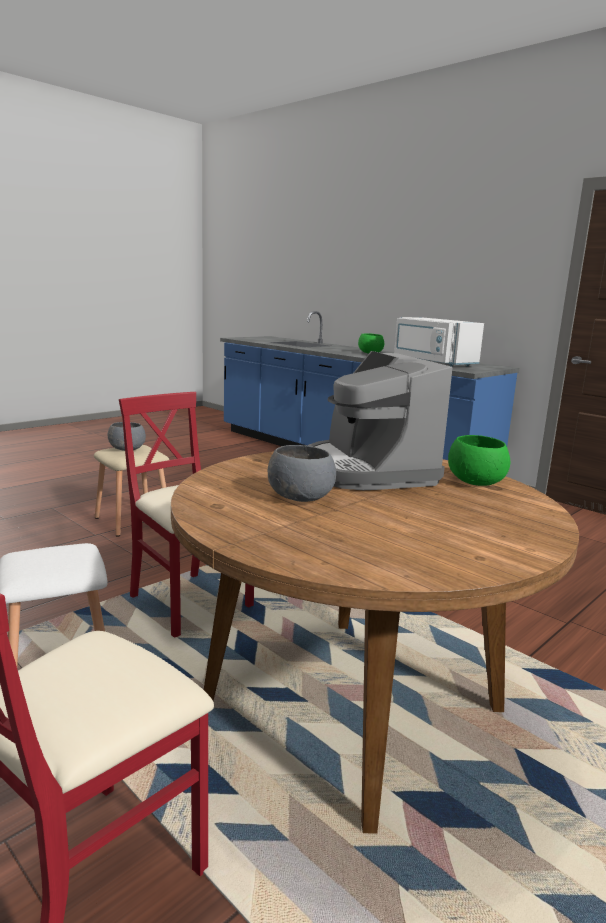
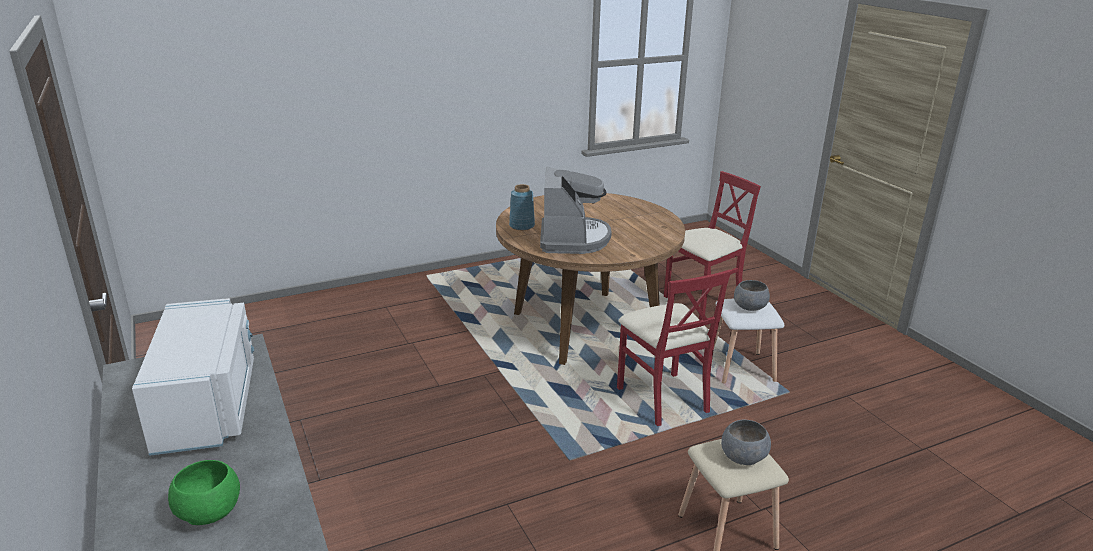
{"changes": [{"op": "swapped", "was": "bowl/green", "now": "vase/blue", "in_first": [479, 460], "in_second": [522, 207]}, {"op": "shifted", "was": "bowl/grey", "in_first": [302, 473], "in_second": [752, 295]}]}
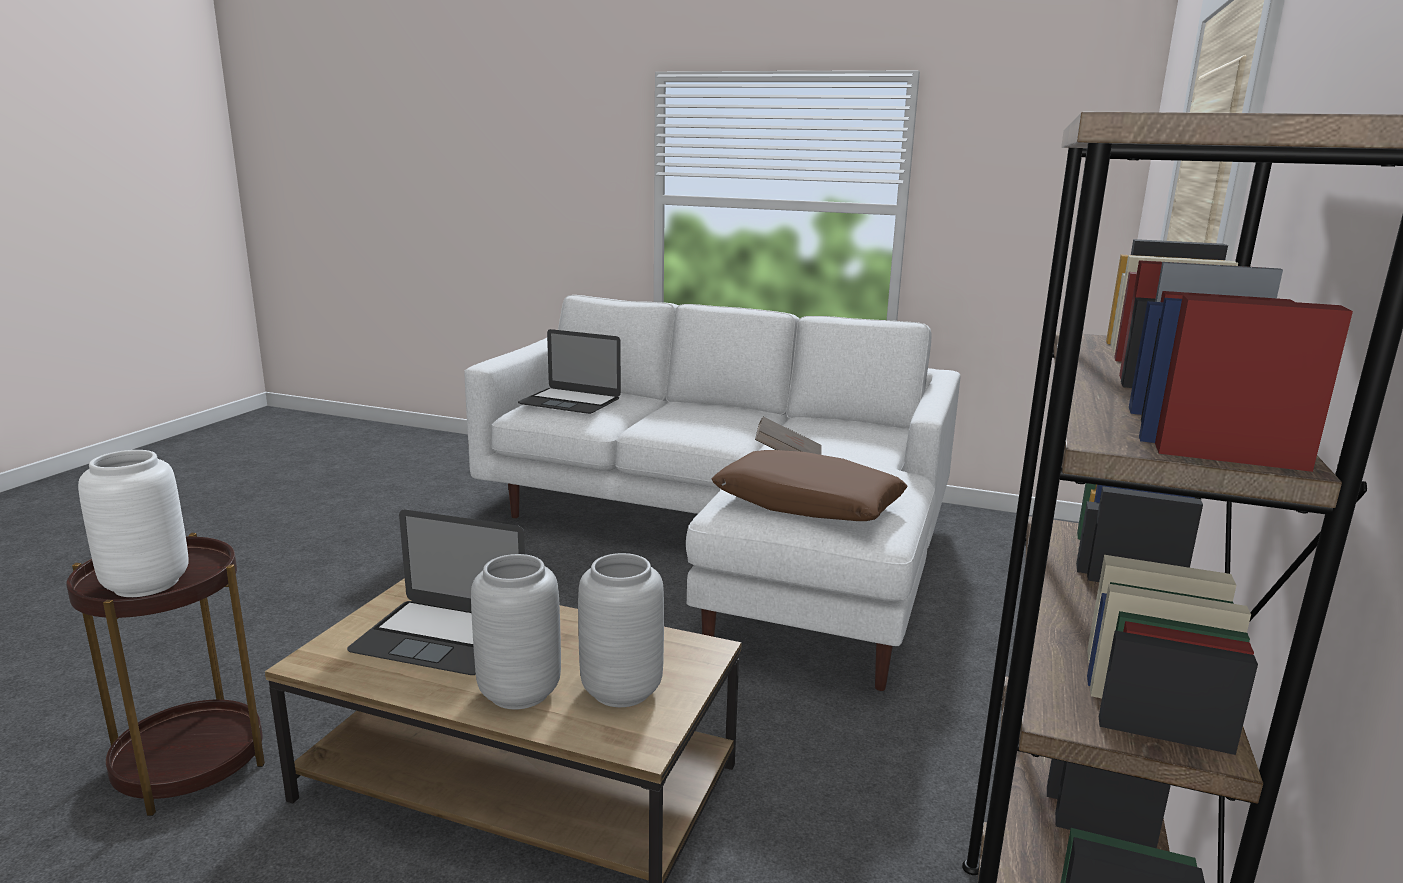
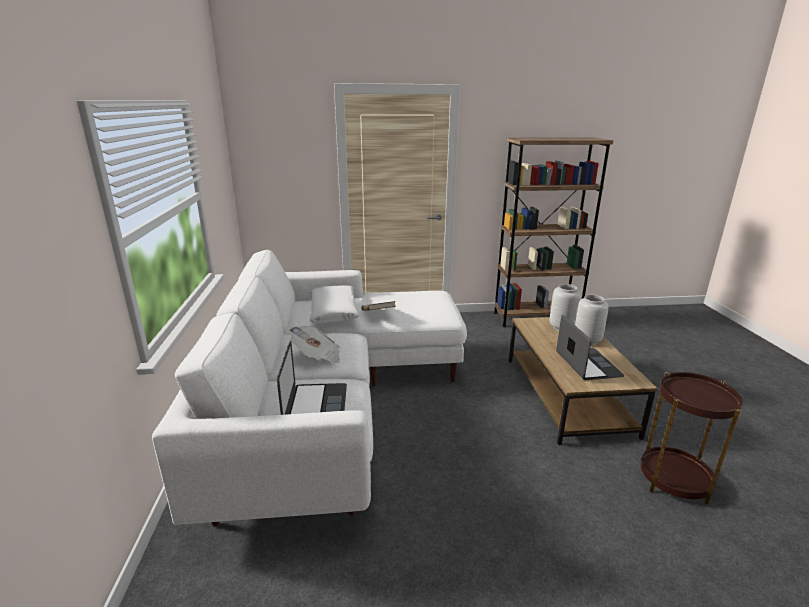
{"changes": [{"op": "gone", "was": "vase/white", "in_first": [133, 523]}, {"op": "gone", "was": "pillow/brown", "in_first": [810, 485]}, {"op": "new", "now": "pillow/white", "in_second": [334, 304]}, {"op": "new", "now": "newspaper", "in_second": [314, 344]}]}
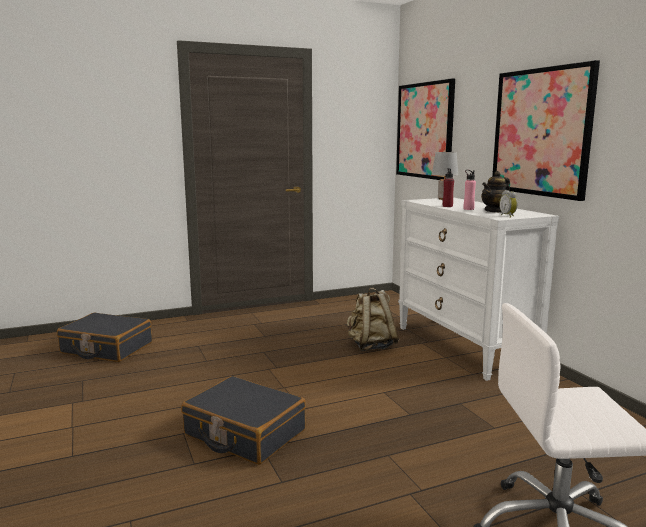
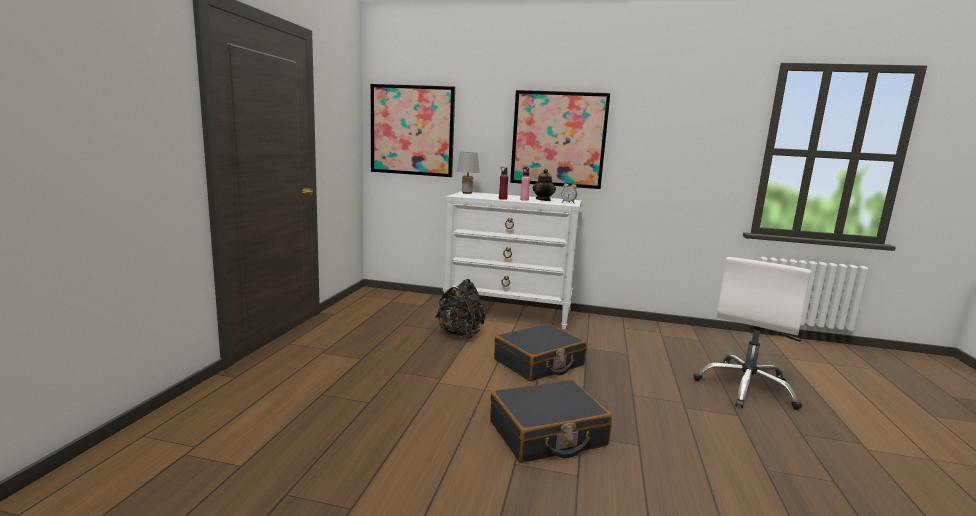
{"changes": [{"op": "repainted", "was": "backpack/beige", "now": "backpack/black", "in_first": [373, 319], "in_second": [460, 309]}, {"op": "shifted", "was": "suitcase/black", "in_first": [104, 337], "in_second": [540, 352]}]}
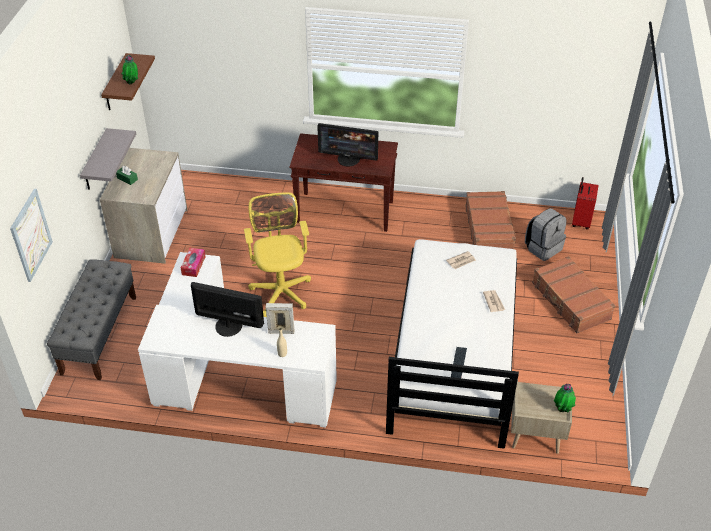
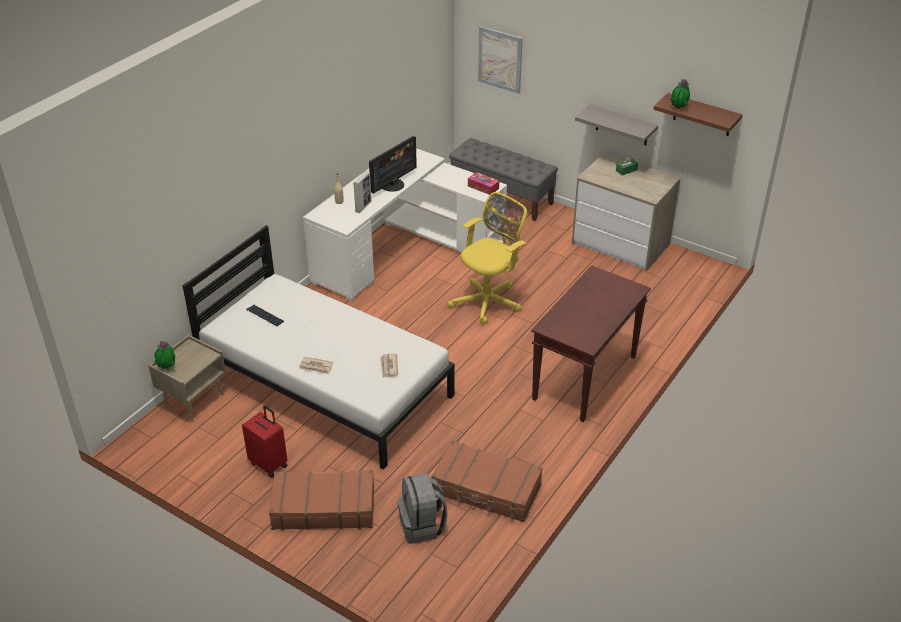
{"changes": [{"op": "gone", "was": "monitor", "in_first": [347, 145]}, {"op": "shifted", "was": "suitcase/red", "in_first": [585, 203], "in_second": [265, 442]}, {"op": "rotated", "was": "office chair/yellow", "in_first": [277, 254], "in_second": [487, 258], "clockwise": -60}]}
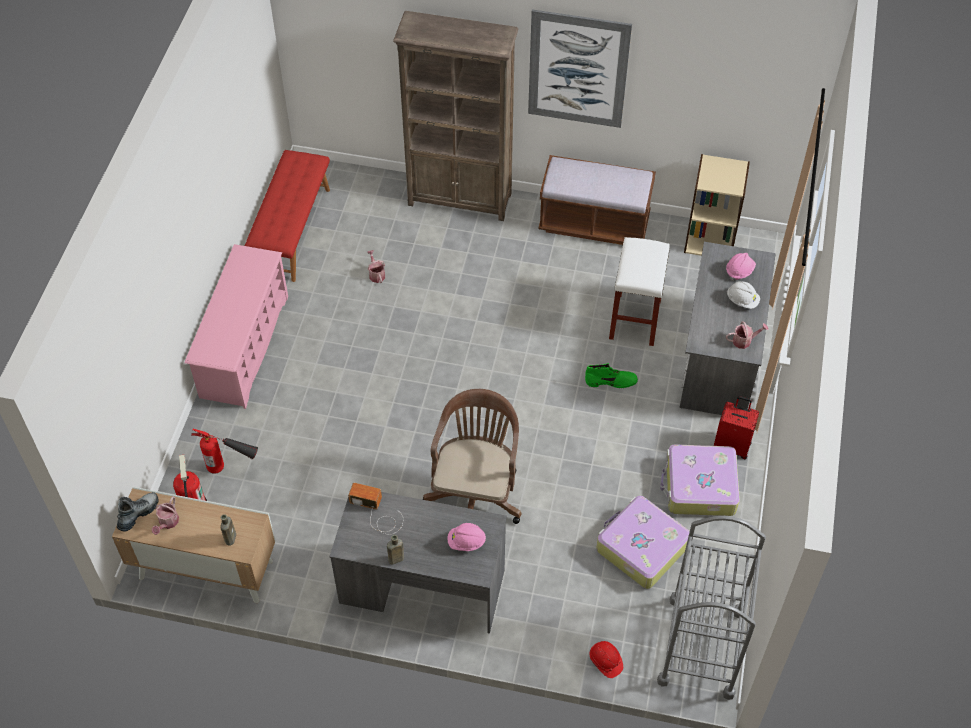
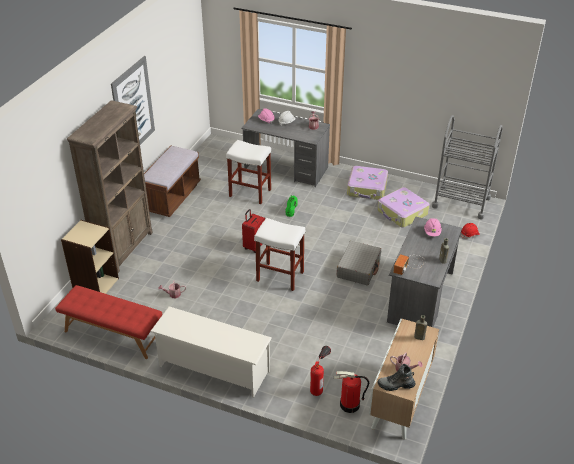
{"changes": [{"op": "shifted", "was": "bookcase/beige", "in_first": [717, 205], "in_second": [90, 257]}, {"op": "repainted", "was": "shoe rack/pink", "now": "shoe rack/white", "in_first": [236, 326], "in_second": [211, 352]}, {"op": "swapped", "was": "office chair/brown", "now": "suitcase/grey", "in_first": [472, 456], "in_second": [359, 263]}, {"op": "shifted", "was": "suitcase/red", "in_first": [736, 427], "in_second": [253, 231]}, {"op": "rotated", "was": "boot", "in_first": [138, 511], "in_second": [396, 377], "clockwise": -45}, {"op": "new", "now": "stool/white", "in_second": [279, 254]}]}
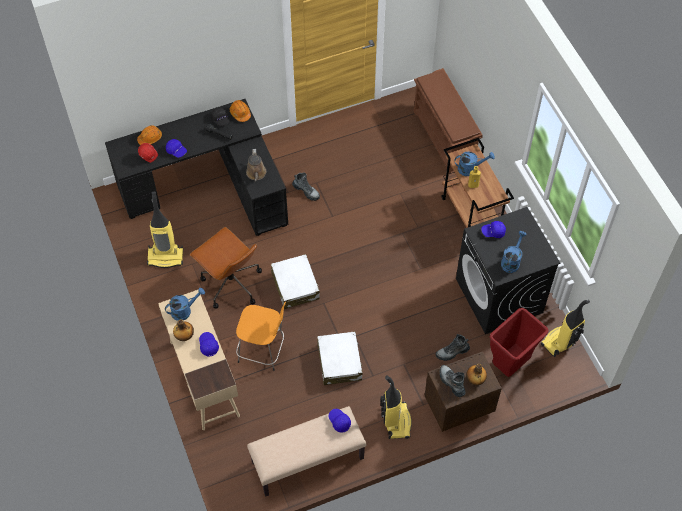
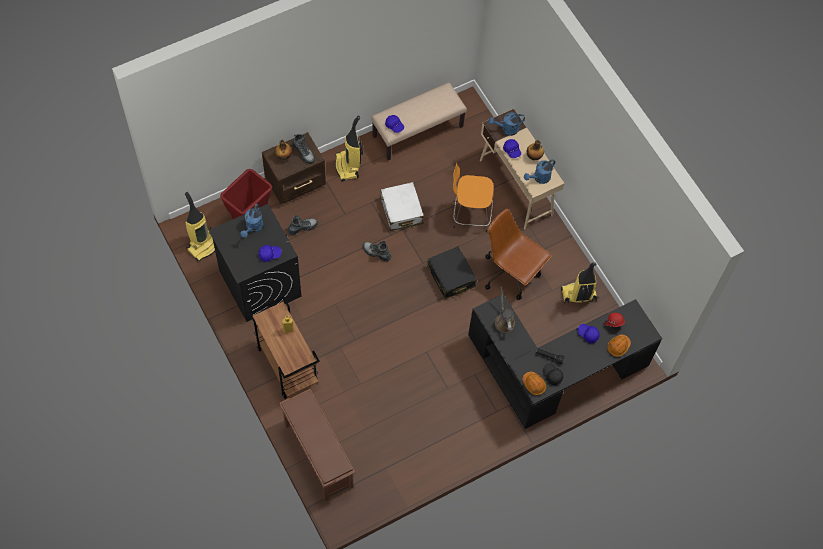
{"changes": [{"op": "shifted", "was": "watering can/blue", "in_first": [474, 164], "in_second": [506, 124]}, {"op": "shifted", "was": "boot", "in_first": [306, 187], "in_second": [377, 251]}, {"op": "repainted", "was": "suitcase/white", "now": "suitcase/black", "in_first": [295, 281], "in_second": [452, 272]}]}
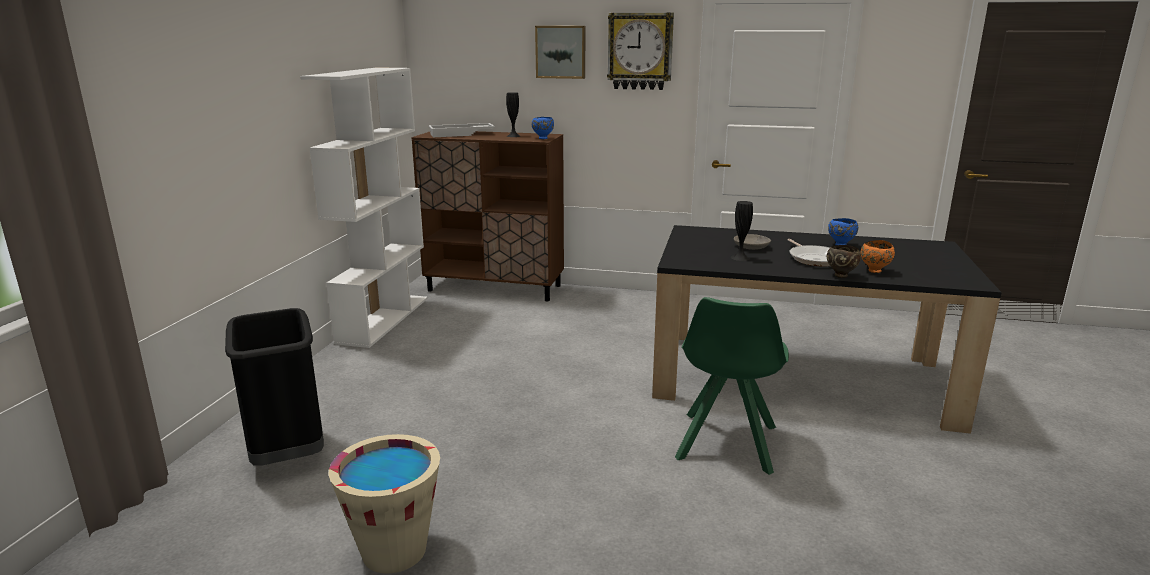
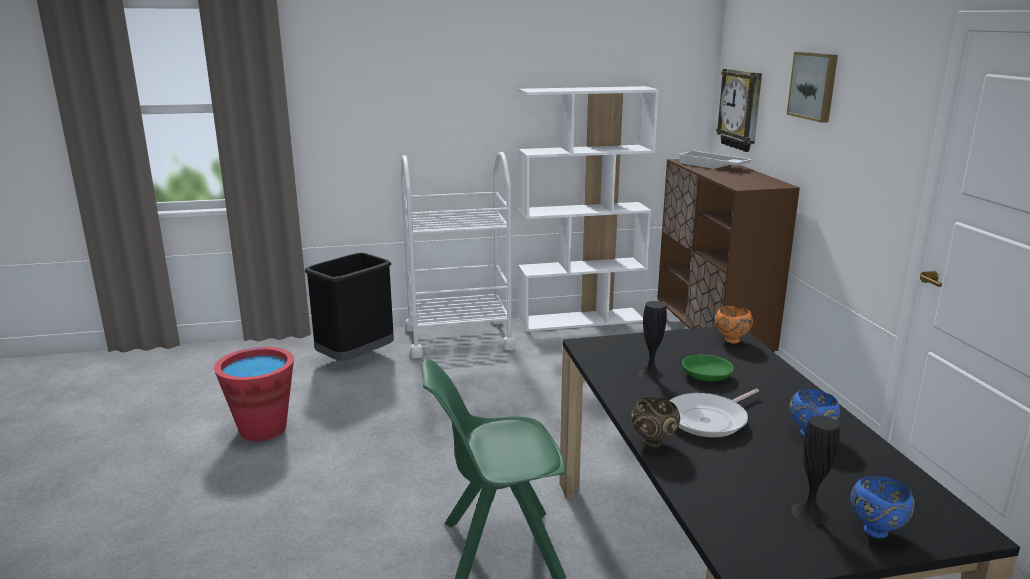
{"changes": [{"op": "shifted", "was": "wall clock", "in_first": [640, 51], "in_second": [739, 110]}, {"op": "shifted", "was": "vase/black", "in_first": [513, 114], "in_second": [815, 470]}, {"op": "shifted", "was": "bowl/blue", "in_first": [543, 128], "in_second": [882, 507]}, {"op": "repainted", "was": "bowl/grey", "now": "bowl/green", "in_first": [752, 242], "in_second": [708, 367]}, {"op": "shifted", "was": "bowl/orange", "in_first": [878, 256], "in_second": [734, 324]}, {"op": "repainted", "was": "bucket/beige", "now": "bucket/red", "in_first": [384, 504], "in_second": [254, 394]}, {"op": "new", "now": "cart/white", "in_second": [458, 255]}]}
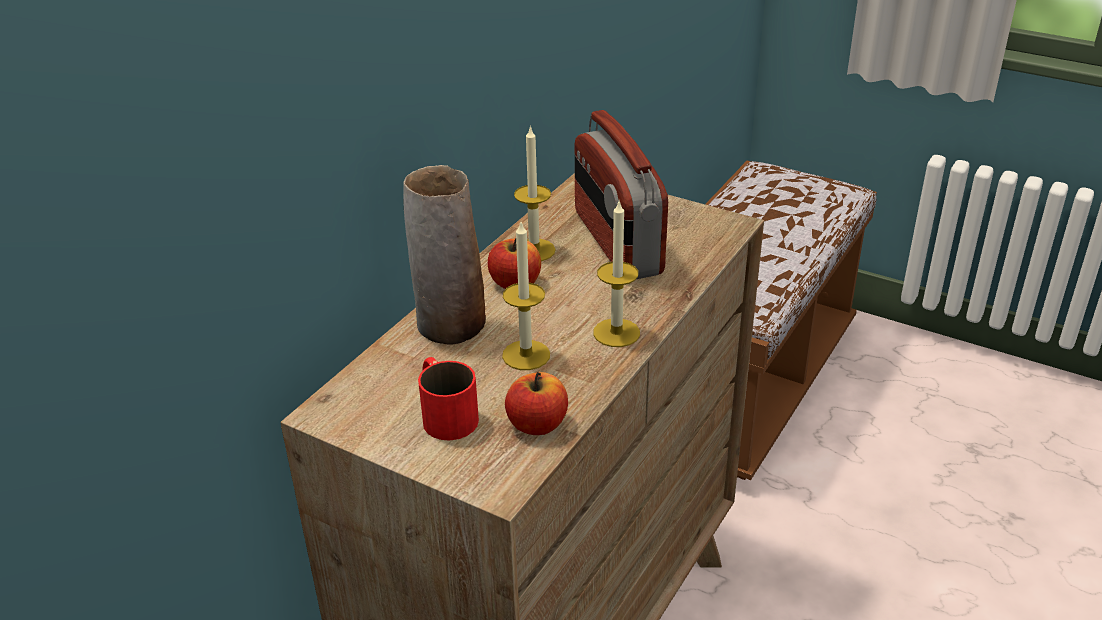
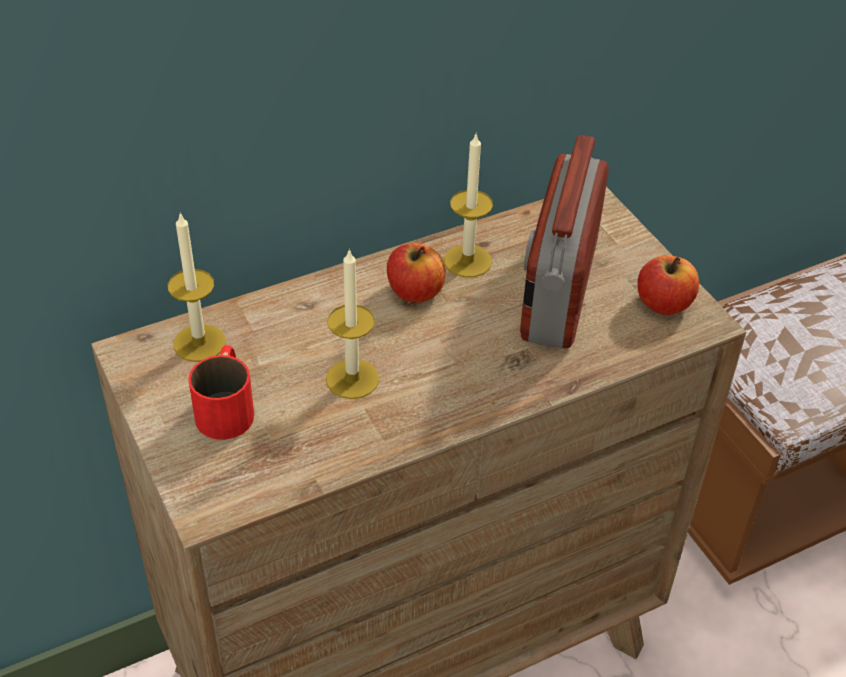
{"changes": [{"op": "gone", "was": "vase", "in_first": [444, 254]}, {"op": "shifted", "was": "candle", "in_first": [616, 274], "in_second": [197, 287]}, {"op": "shifted", "was": "apple", "in_first": [536, 403], "in_second": [668, 285]}]}
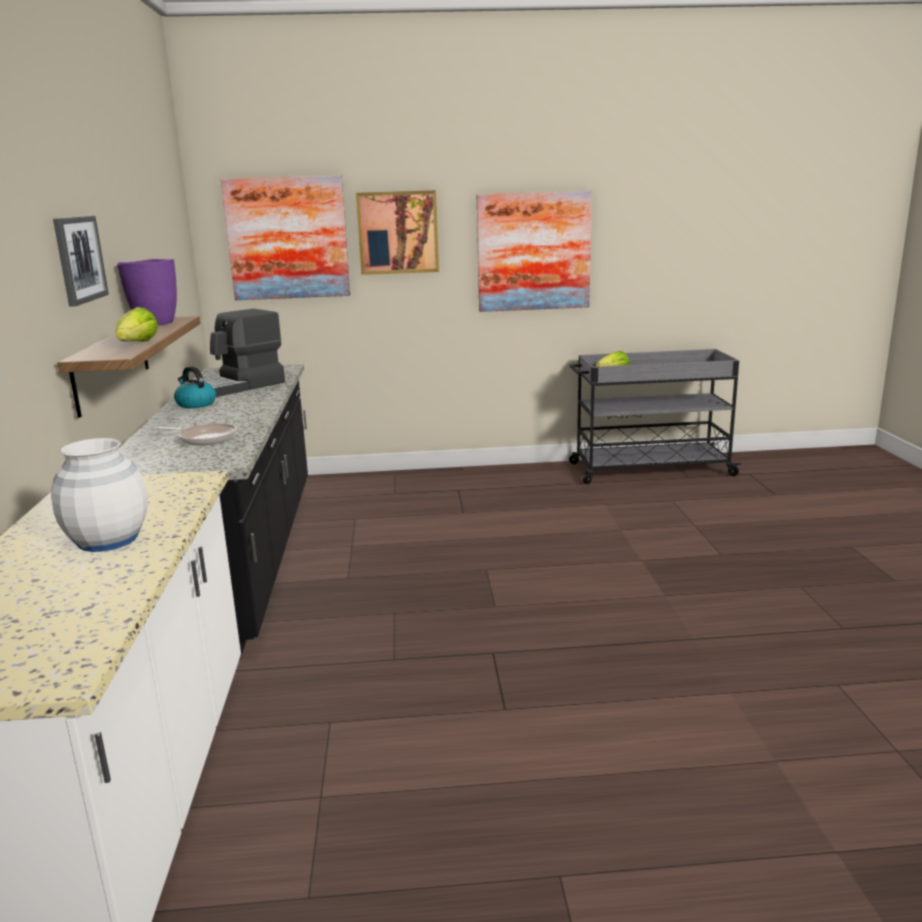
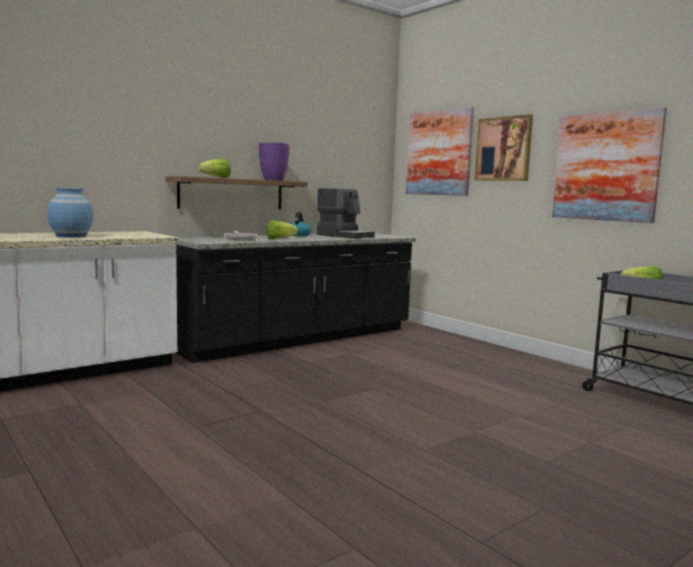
{"changes": [{"op": "gone", "was": "picture", "in_first": [81, 261]}, {"op": "rotated", "was": "coffee machine", "in_first": [244, 352], "in_second": [346, 213], "clockwise": -150}, {"op": "repainted", "was": "vase/white", "now": "vase/blue", "in_first": [99, 495], "in_second": [70, 212]}, {"op": "new", "now": "lettuce", "in_second": [282, 229]}]}
